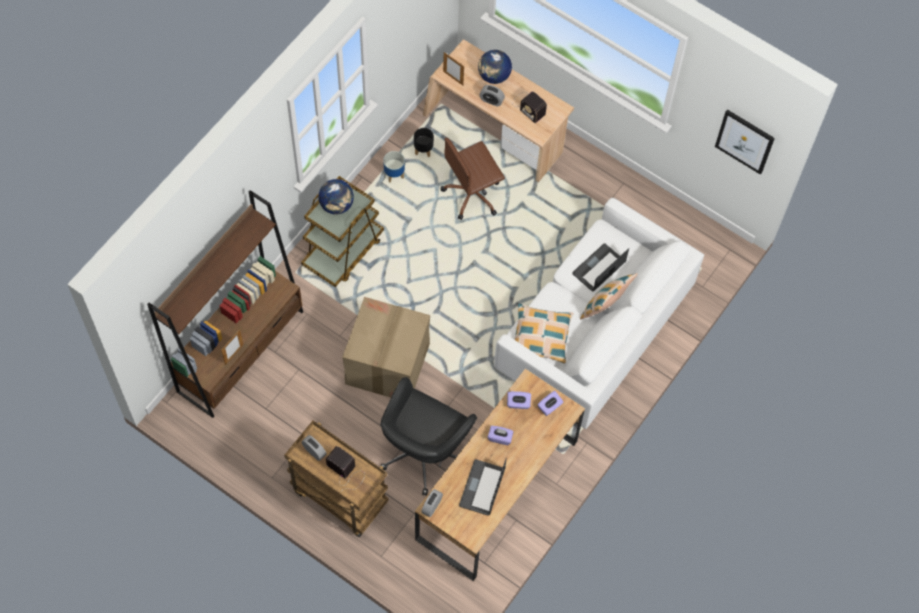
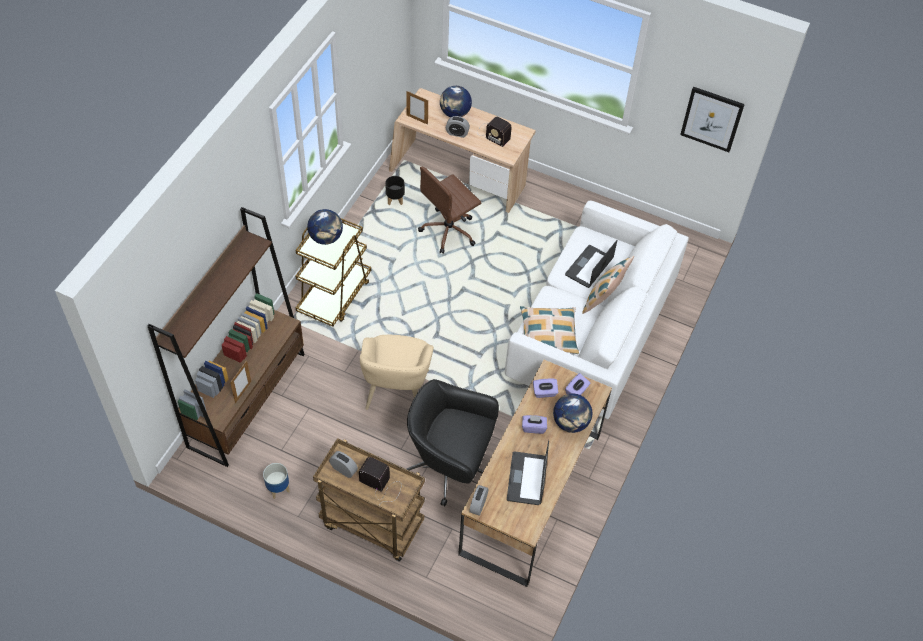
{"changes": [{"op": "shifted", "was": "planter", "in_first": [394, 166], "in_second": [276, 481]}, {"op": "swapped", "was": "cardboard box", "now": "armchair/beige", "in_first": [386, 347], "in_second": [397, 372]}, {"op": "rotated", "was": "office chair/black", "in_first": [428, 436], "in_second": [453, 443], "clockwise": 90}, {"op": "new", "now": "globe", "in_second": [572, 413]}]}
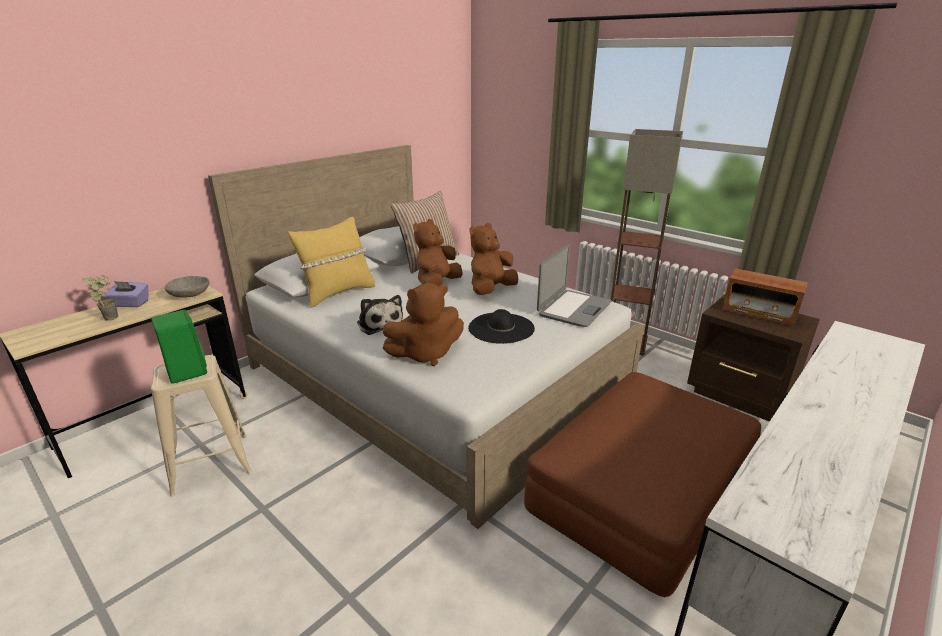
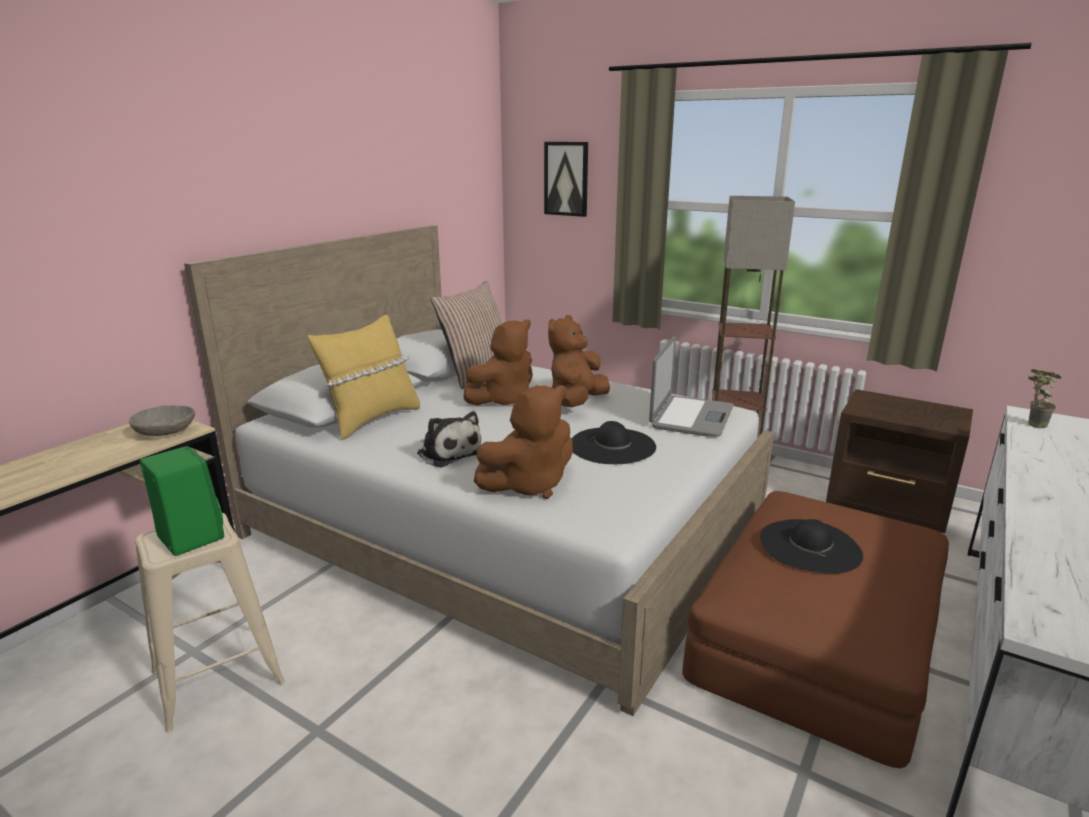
{"changes": [{"op": "rotated", "was": "plush toy/brown", "in_first": [437, 252], "in_second": [498, 362], "clockwise": -150}, {"op": "gone", "was": "radio", "in_first": [765, 297]}, {"op": "shifted", "was": "potted plant", "in_first": [100, 298], "in_second": [1044, 398]}, {"op": "gone", "was": "tissue box/purple", "in_first": [126, 294]}, {"op": "new", "now": "picture", "in_second": [566, 179]}, {"op": "new", "now": "hat/black", "in_second": [811, 546]}]}
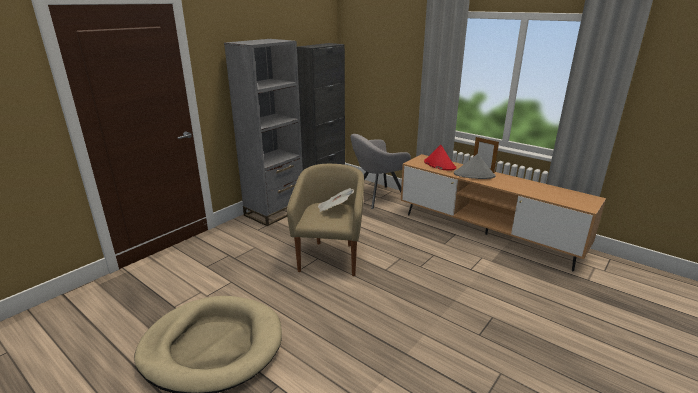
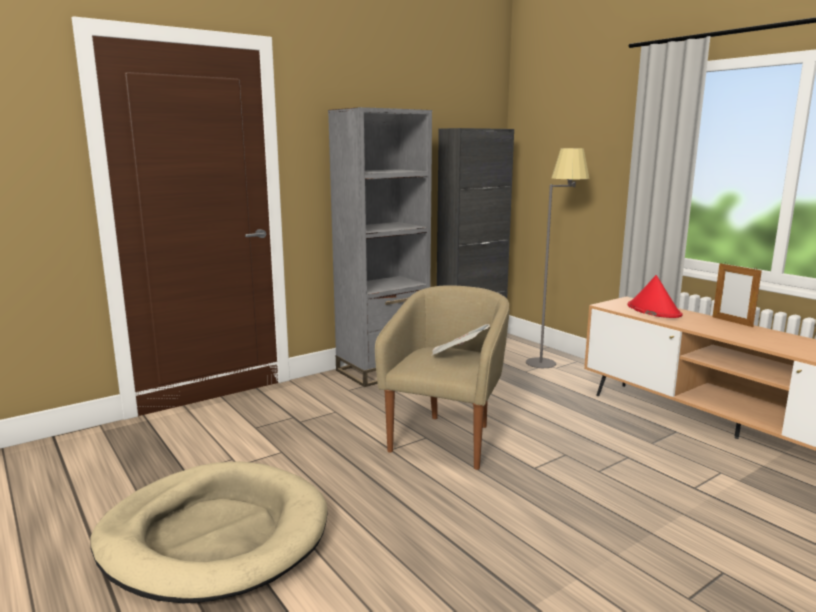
{"changes": [{"op": "swapped", "was": "armchair/grey", "now": "floor lamp/grey", "in_first": [381, 171], "in_second": [557, 258]}, {"op": "gone", "was": "hat/grey", "in_first": [474, 166]}]}
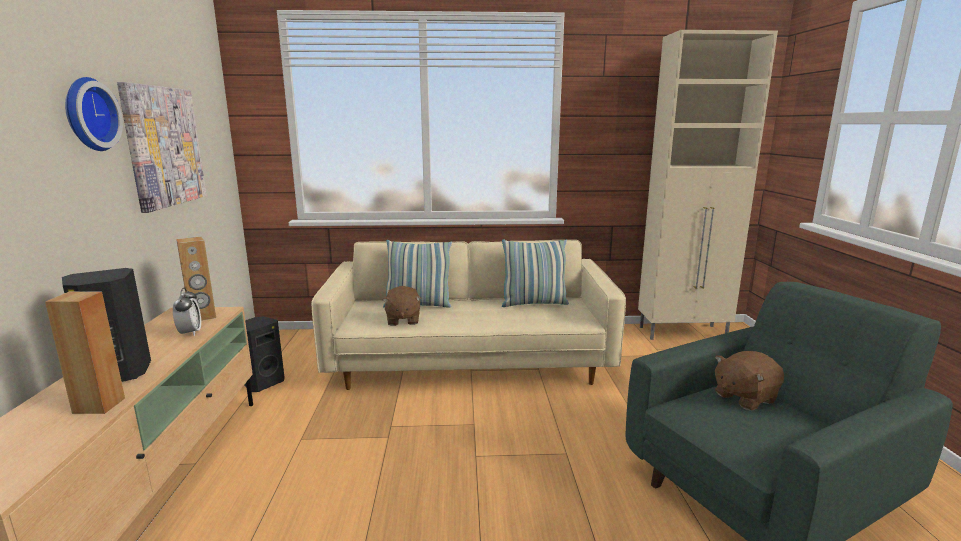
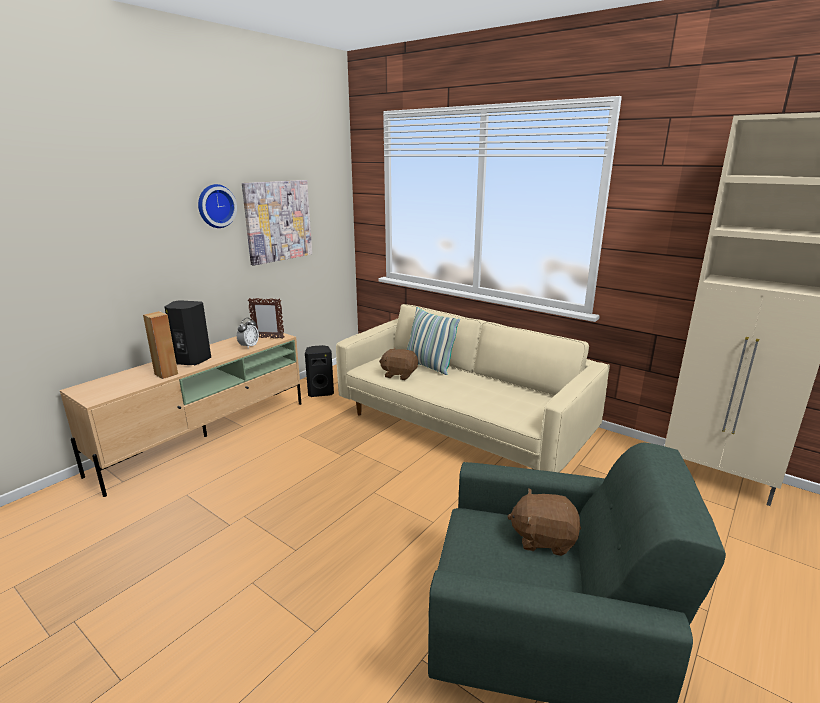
{"changes": [{"op": "swapped", "was": "speaker/brown", "now": "picture frame", "in_first": [196, 279], "in_second": [266, 318]}, {"op": "gone", "was": "pillow", "in_first": [535, 273]}, {"op": "rotated", "was": "plush toy/brown", "in_first": [402, 306], "in_second": [398, 364], "clockwise": 75}]}
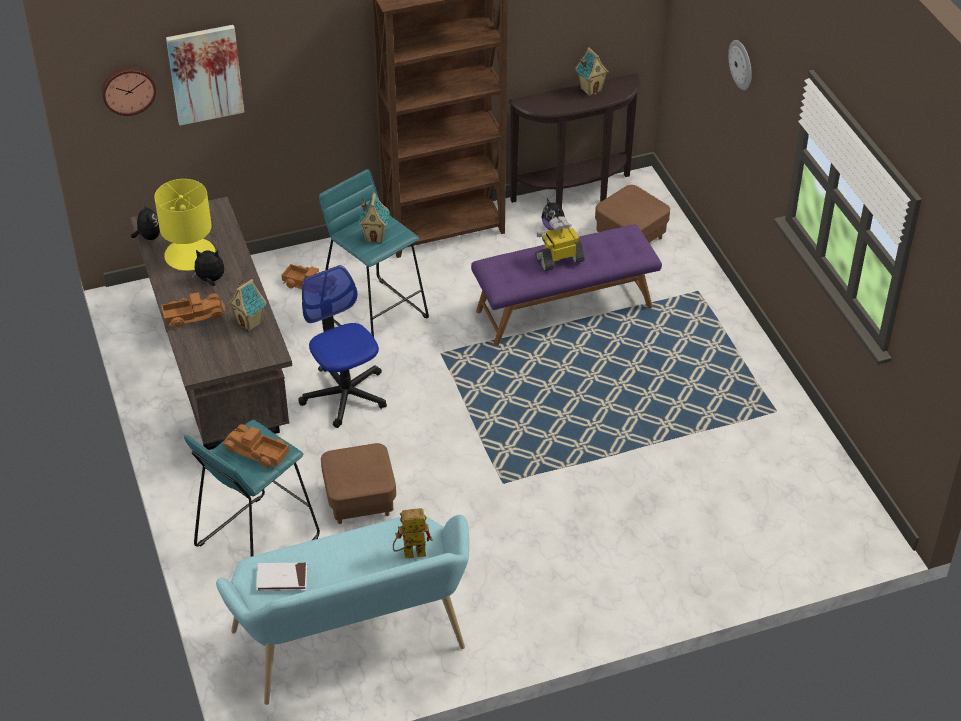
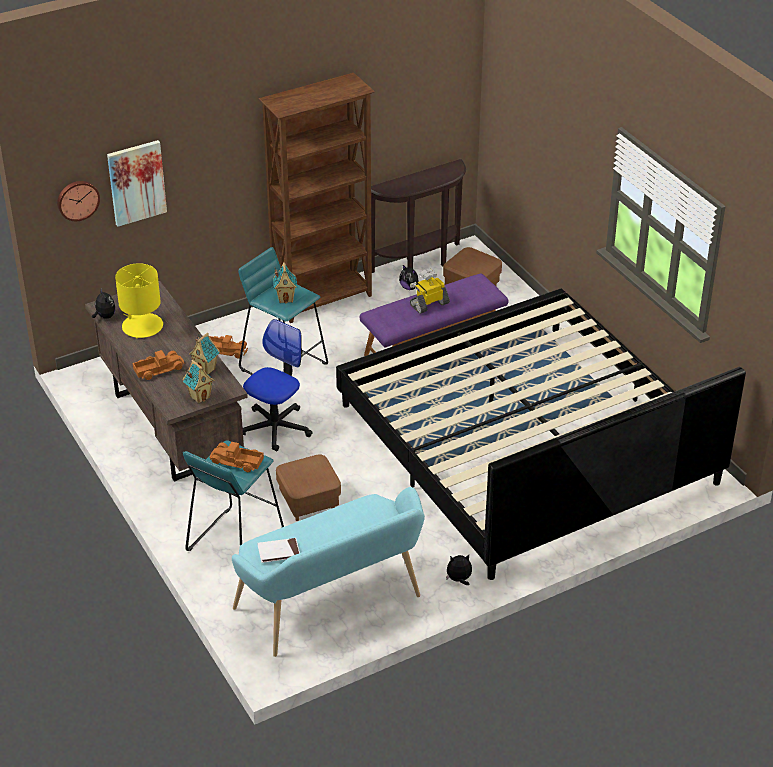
{"changes": [{"op": "gone", "was": "wall clock", "in_first": [740, 65]}, {"op": "shifted", "was": "toy house", "in_first": [592, 71], "in_second": [198, 382]}, {"op": "shifted", "was": "plush toy", "in_first": [207, 268], "in_second": [459, 570]}, {"op": "rotated", "was": "office chair", "in_first": [342, 346], "in_second": [277, 385], "clockwise": 75}, {"op": "gone", "was": "toy robot", "in_first": [413, 533]}, {"op": "new", "now": "bed", "in_second": [541, 434]}]}
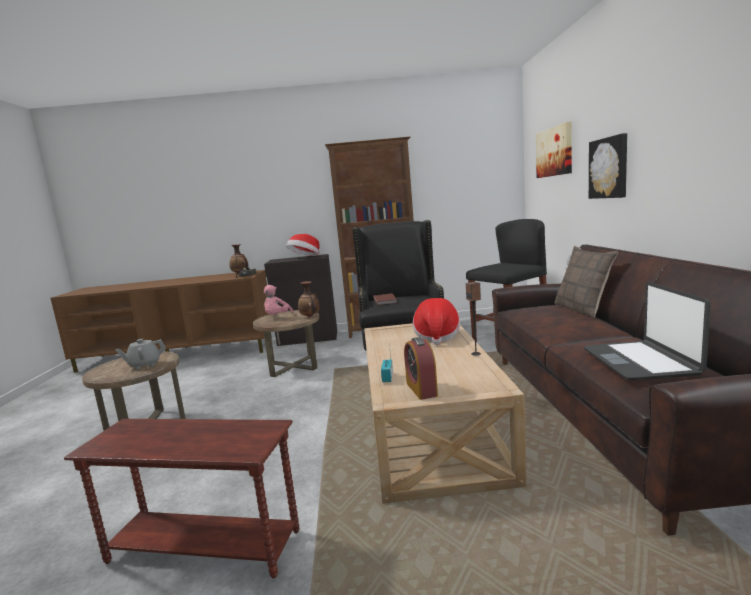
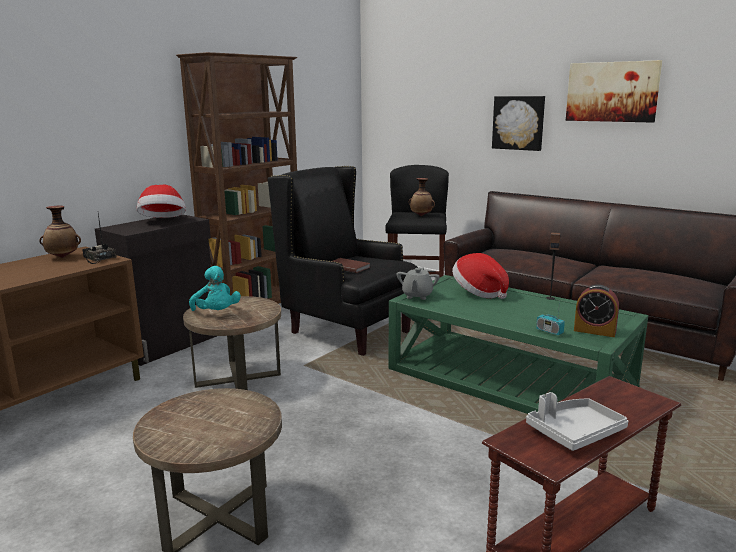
{"changes": [{"op": "shifted", "was": "picture", "in_first": [554, 149], "in_second": [614, 91]}, {"op": "gone", "was": "pillow", "in_first": [586, 282]}, {"op": "shifted", "was": "vase", "in_first": [309, 299], "in_second": [421, 197]}, {"op": "gone", "was": "laptop", "in_first": [647, 331]}, {"op": "repainted", "was": "plush toy/pink", "now": "plush toy/turquoise", "in_first": [279, 300], "in_second": [215, 288]}, {"op": "repainted", "was": "coffee table/beige", "now": "coffee table/green", "in_first": [445, 413], "in_second": [518, 344]}, {"op": "shifted", "was": "teapot/grey", "in_first": [140, 354], "in_second": [418, 283]}, {"op": "new", "now": "tray/grey", "in_second": [577, 421]}]}
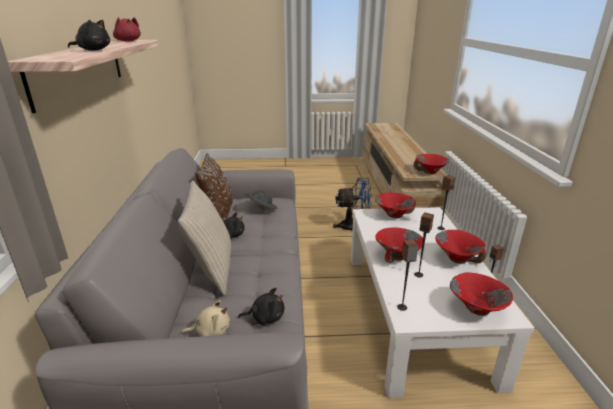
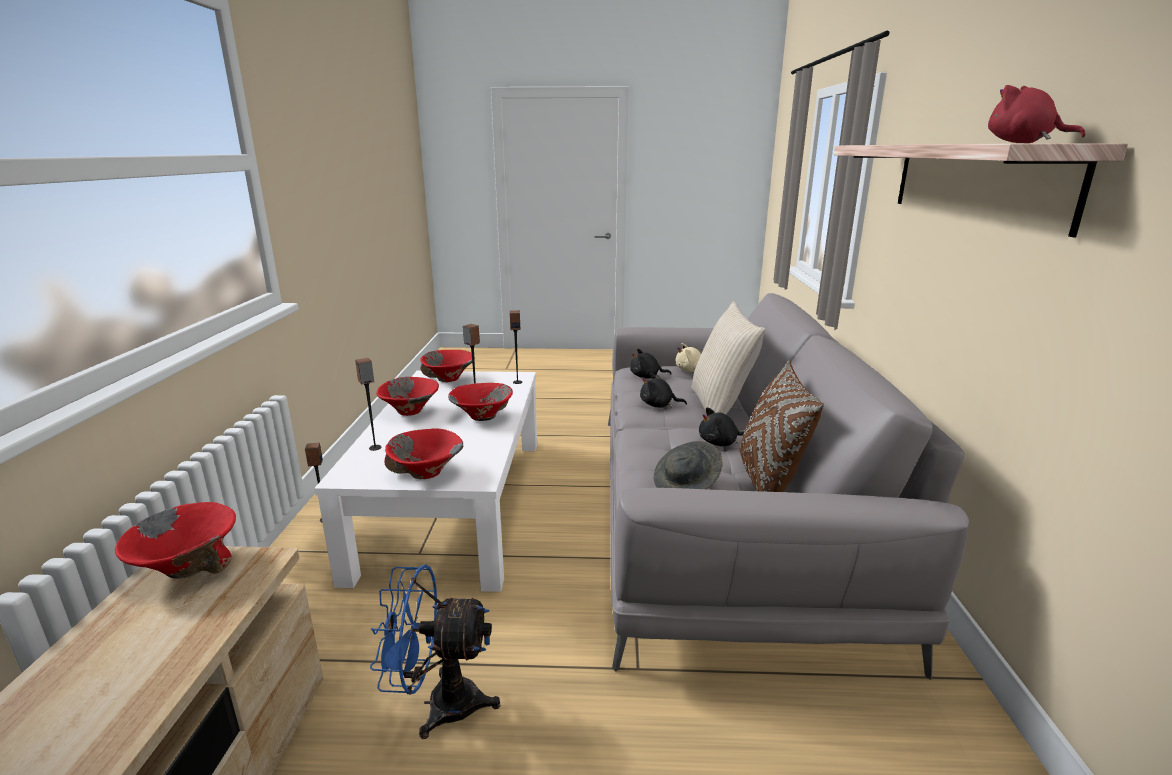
{"changes": [{"op": "shifted", "was": "plush toy/black", "in_first": [89, 35], "in_second": [663, 390]}]}
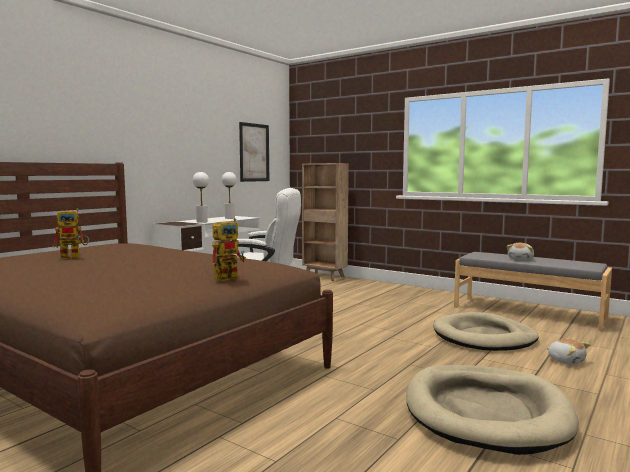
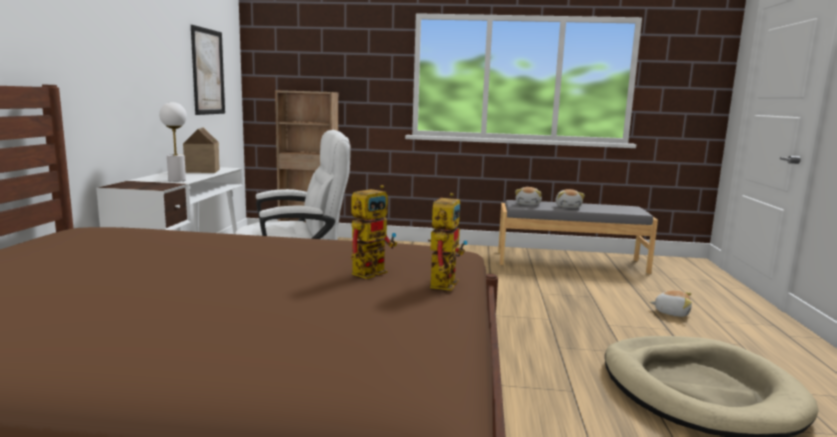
{"changes": [{"op": "swapped", "was": "table lamp/white", "now": "toy house", "in_first": [229, 195], "in_second": [201, 150]}, {"op": "shifted", "was": "toy robot", "in_first": [71, 233], "in_second": [374, 232]}, {"op": "gone", "was": "dog bed/beige", "in_first": [486, 331]}, {"op": "new", "now": "plush toy", "in_second": [528, 196]}]}
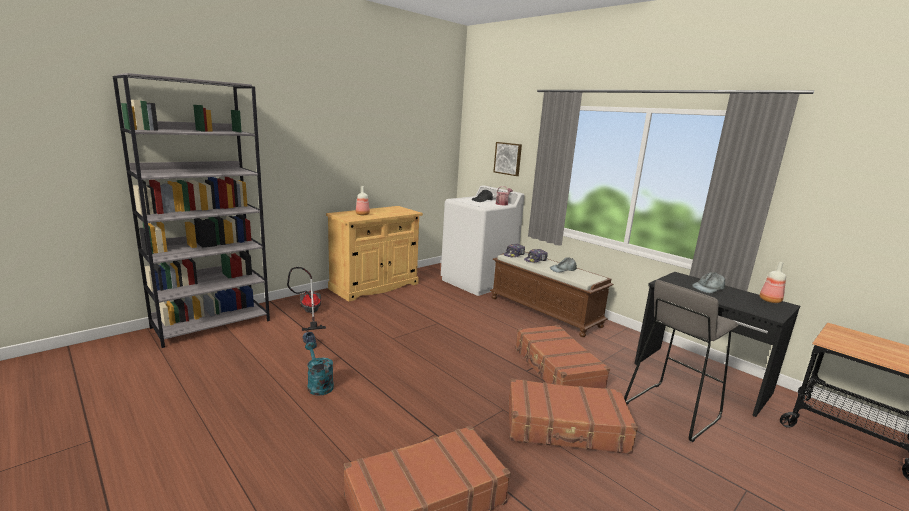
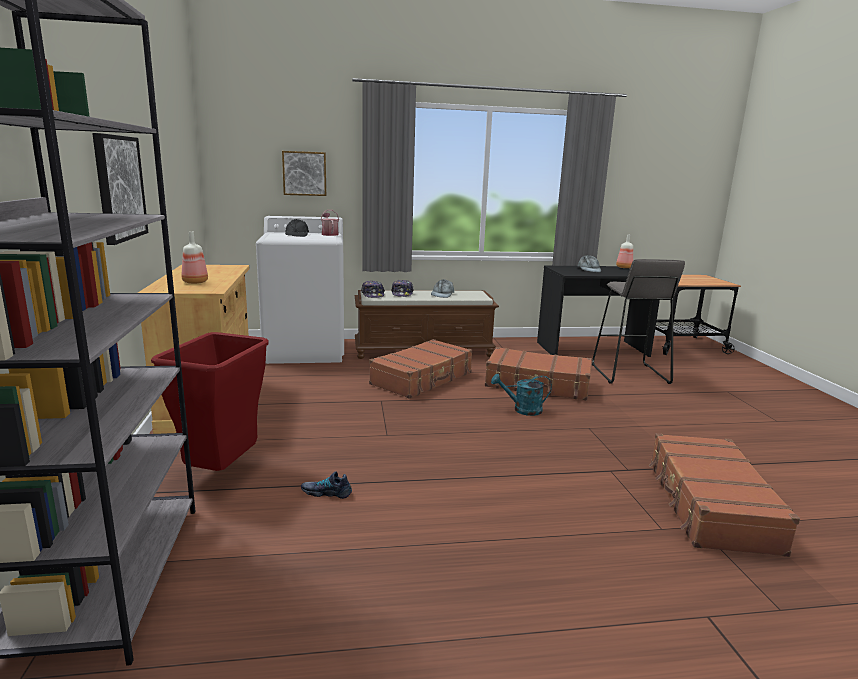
{"changes": [{"op": "swapped", "was": "vacuum cleaner", "now": "trash can/red", "in_first": [306, 299], "in_second": [210, 401]}, {"op": "shifted", "was": "watering can/turquoise", "in_first": [319, 369], "in_second": [521, 395]}, {"op": "shifted", "was": "suitcase/brown", "in_first": [573, 416], "in_second": [421, 369]}, {"op": "new", "now": "picture", "in_second": [120, 189]}]}
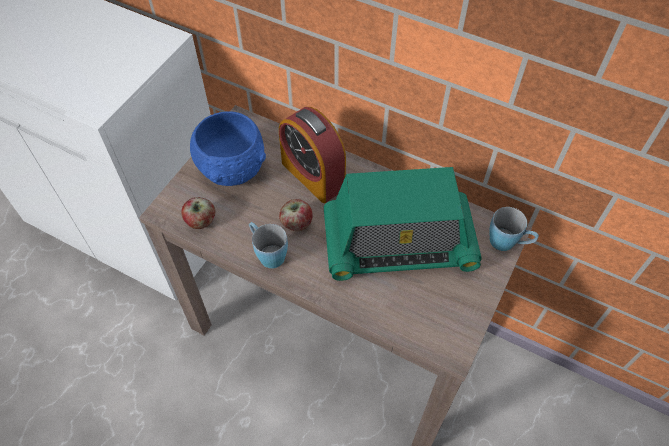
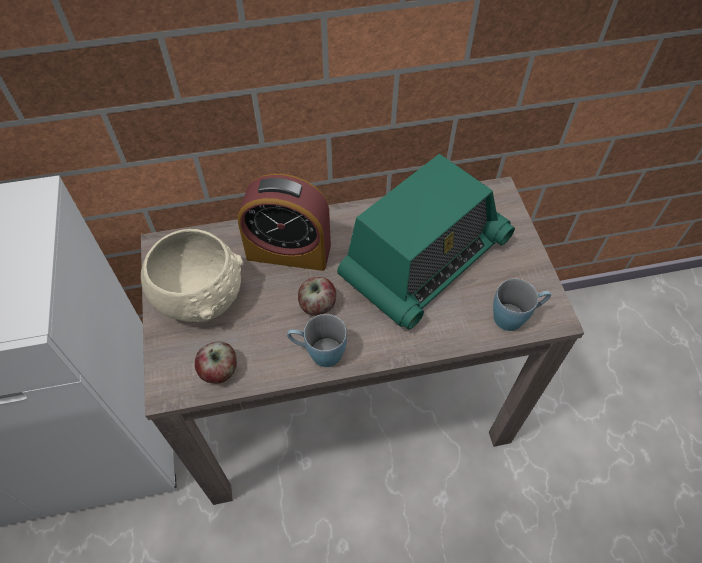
{"changes": [{"op": "repainted", "was": "bowl/blue", "now": "bowl/beige", "in_first": [228, 148], "in_second": [192, 275]}, {"op": "shifted", "was": "mug/blue", "in_first": [514, 229], "in_second": [522, 305]}]}
